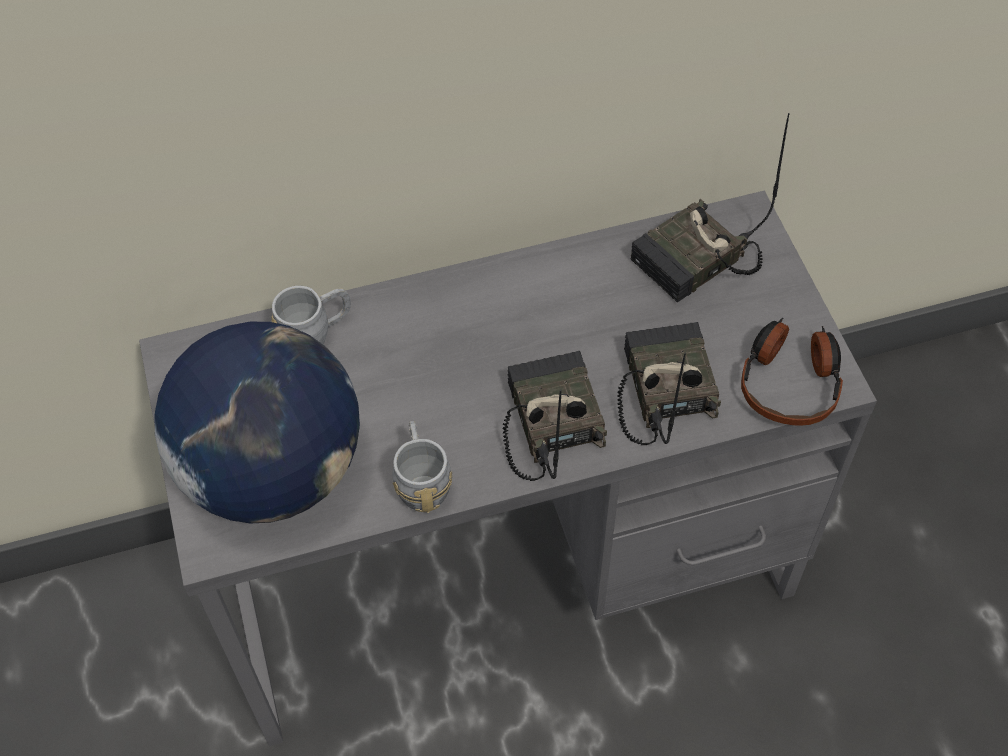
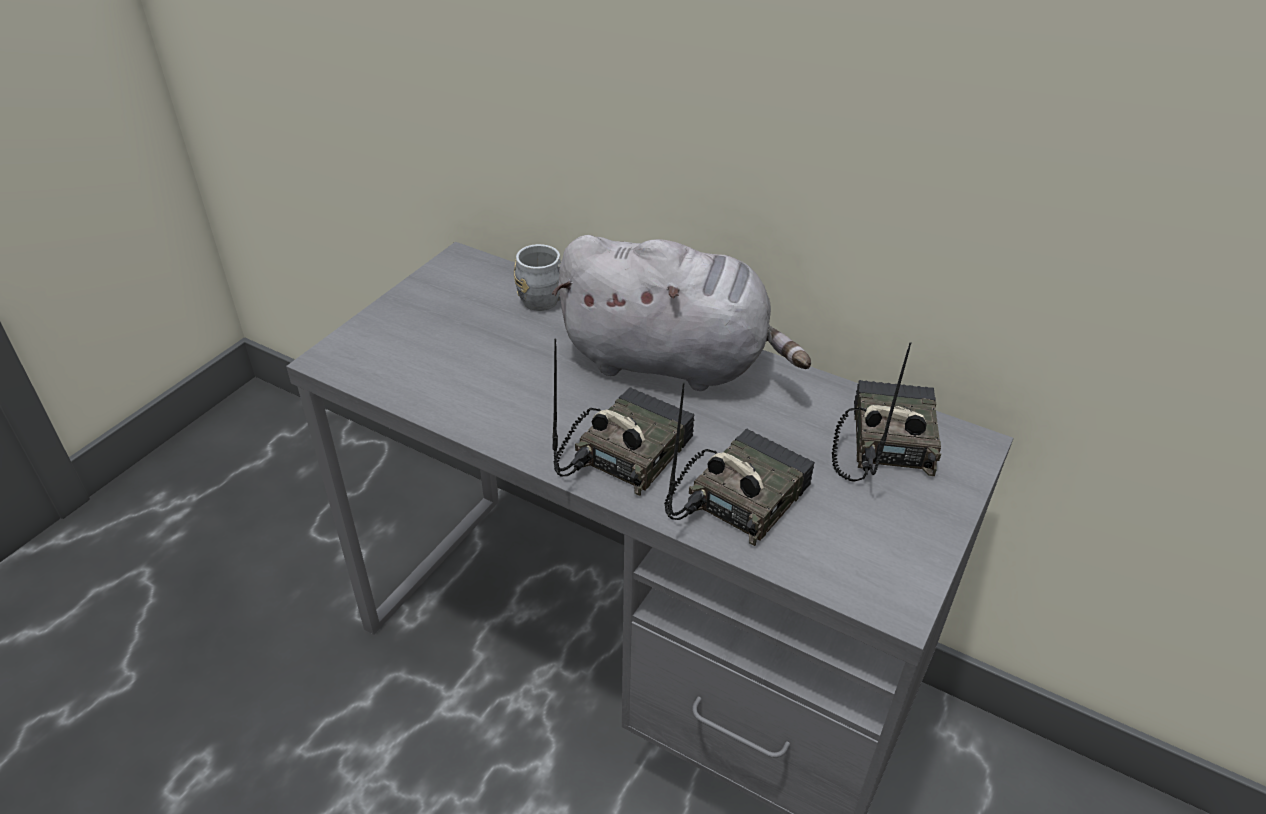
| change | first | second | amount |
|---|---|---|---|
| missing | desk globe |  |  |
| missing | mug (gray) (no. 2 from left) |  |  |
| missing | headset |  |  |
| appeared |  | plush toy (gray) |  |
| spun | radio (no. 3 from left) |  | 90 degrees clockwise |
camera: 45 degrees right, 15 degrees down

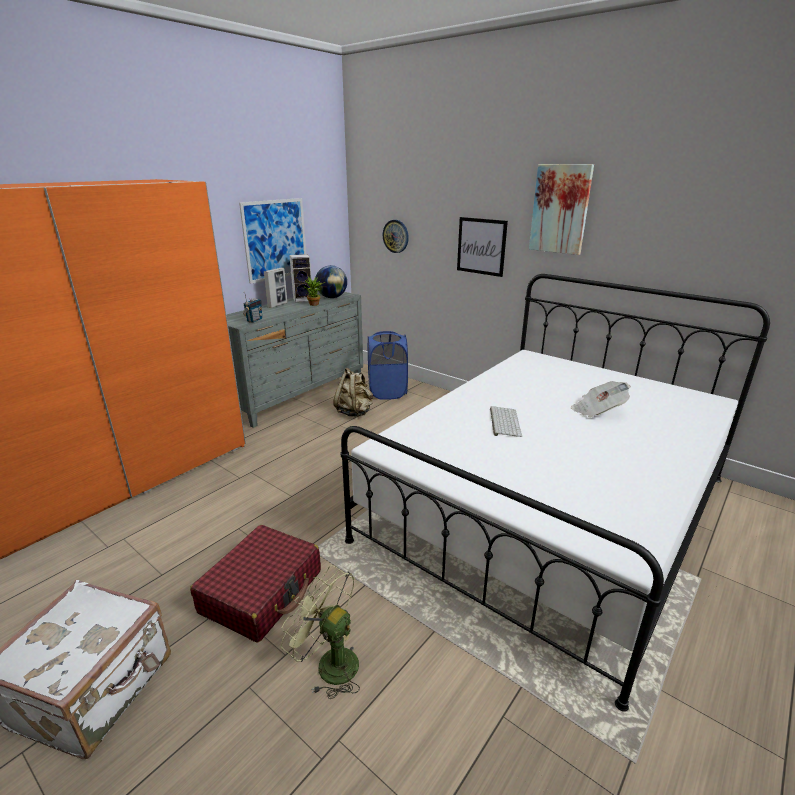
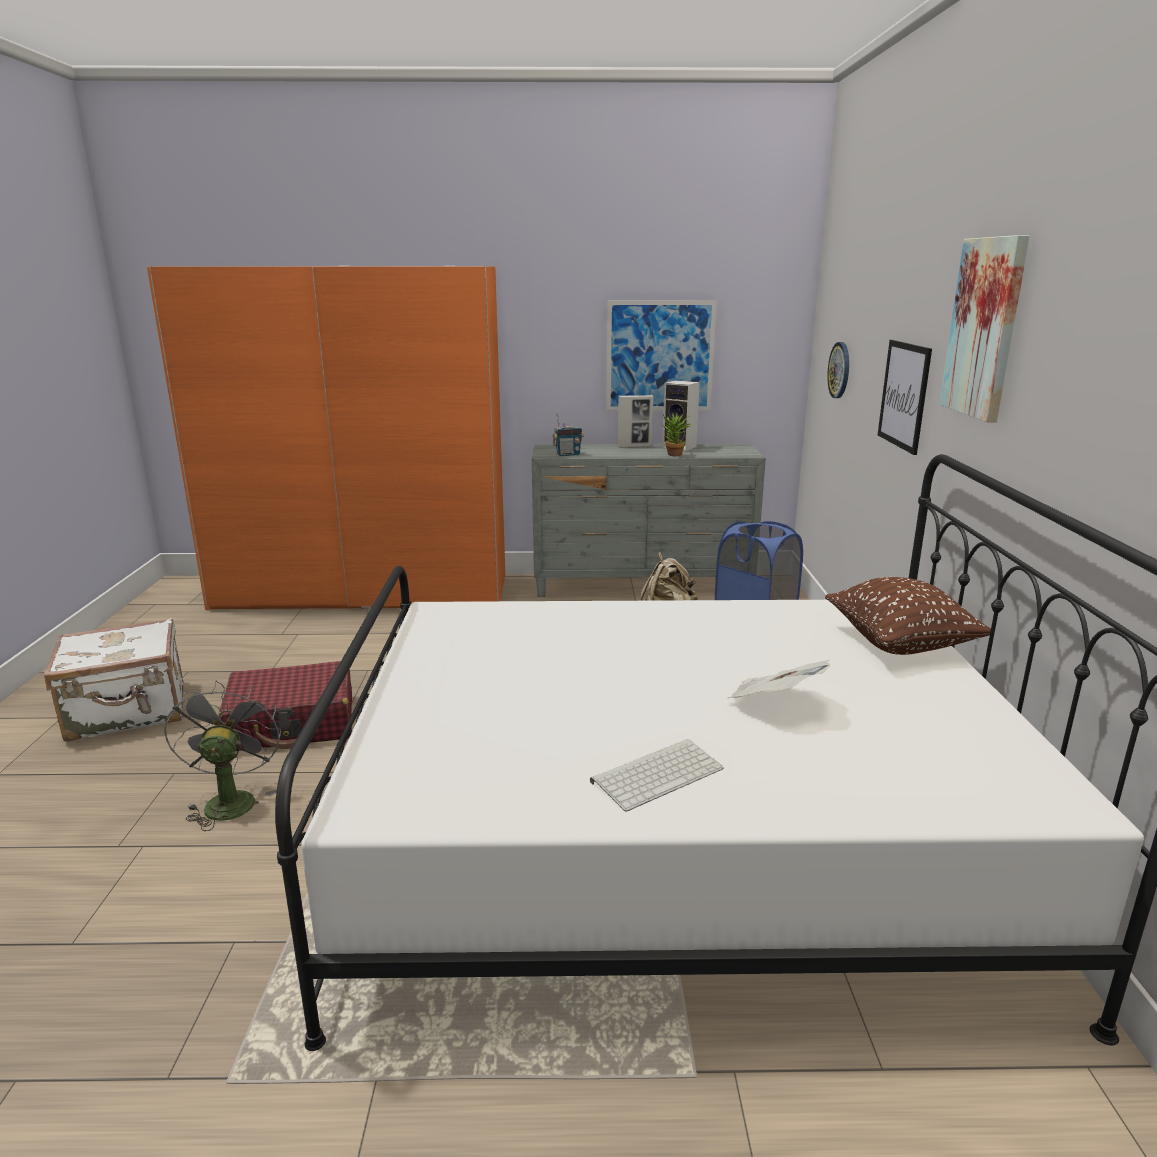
| change | first | second | amount |
|---|---|---|---|
| missing | desk globe |  |  |
| appeared |  | cushion (brownish) |  |
| relocated | computer keyboard |  |  |
| colour | electric fan (green) | electric fan (gray) |  |
camera: 50 degrees right, 5 degrees down

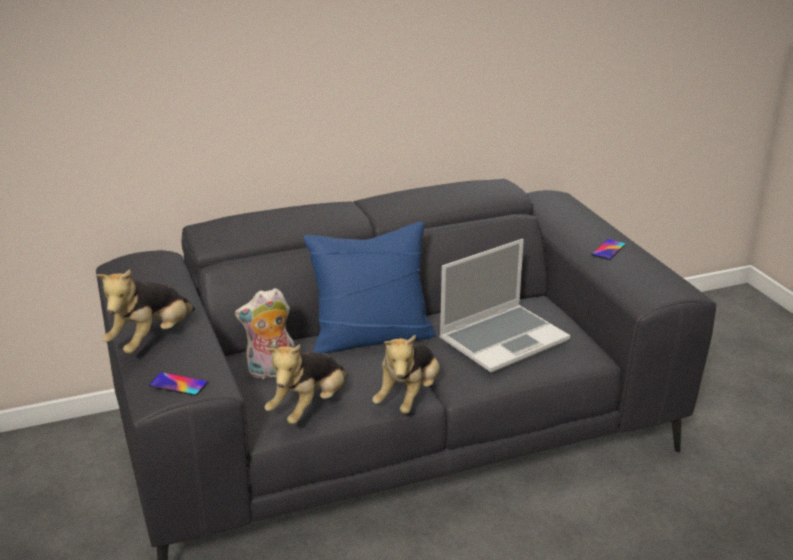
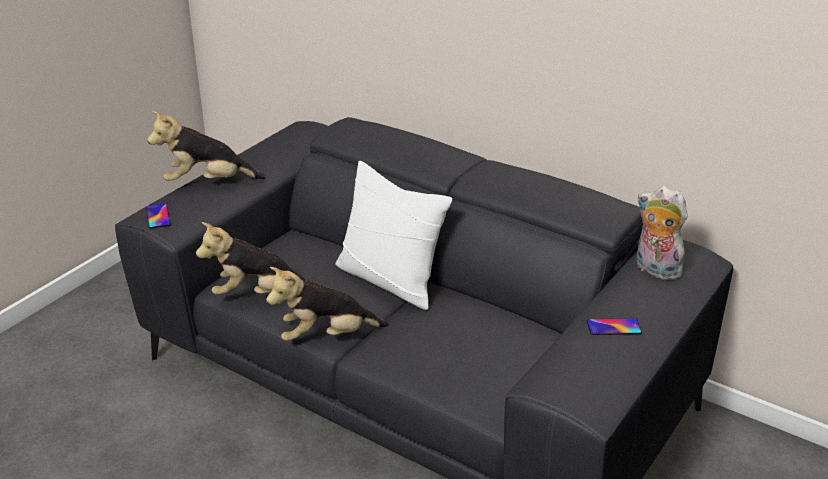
| change | first | second | amount |
|---|---|---|---|
| missing | notebook computer |  |  |
| relocated | plush toy (no. 2 from left in the first image) | plush toy (no. 4 from left) |  |
| colour | cushion (bluish) | cushion (whitish) |  |
camera: 55 degrees right, 5 degrees up

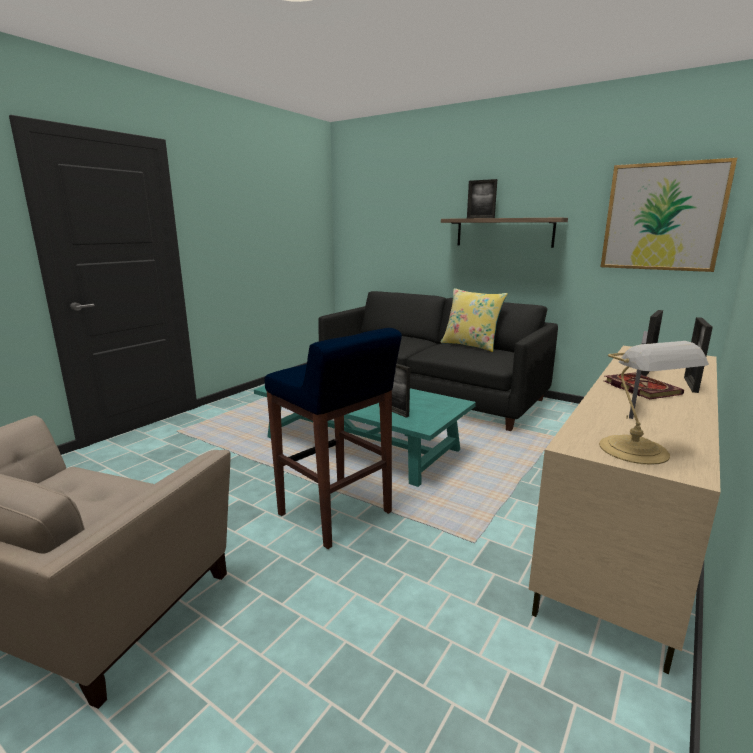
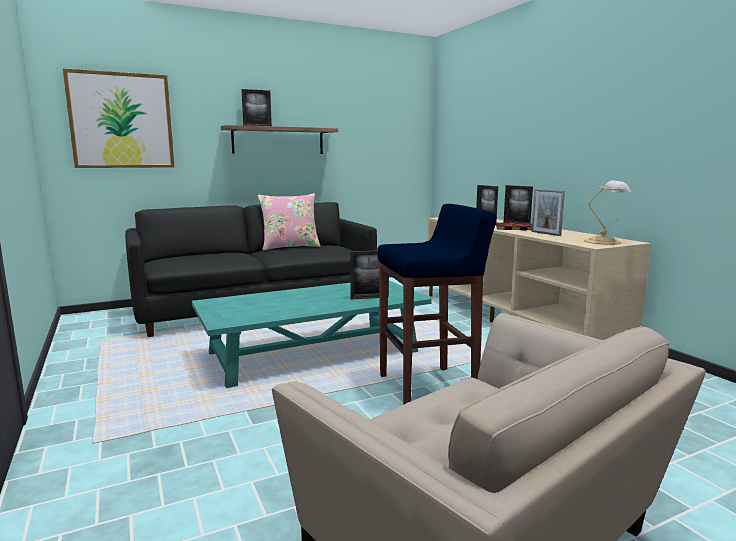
| change | first | second | amount |
|---|---|---|---|
| relocated | picture |  |  |
| colour | cushion (yellowish) | cushion (pink-coloured) |  |
camera: 60 degrees left, 5 degrees down

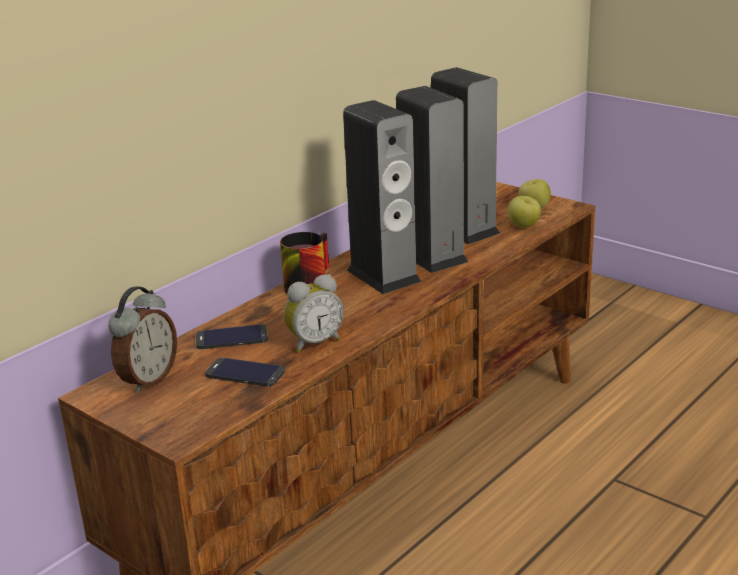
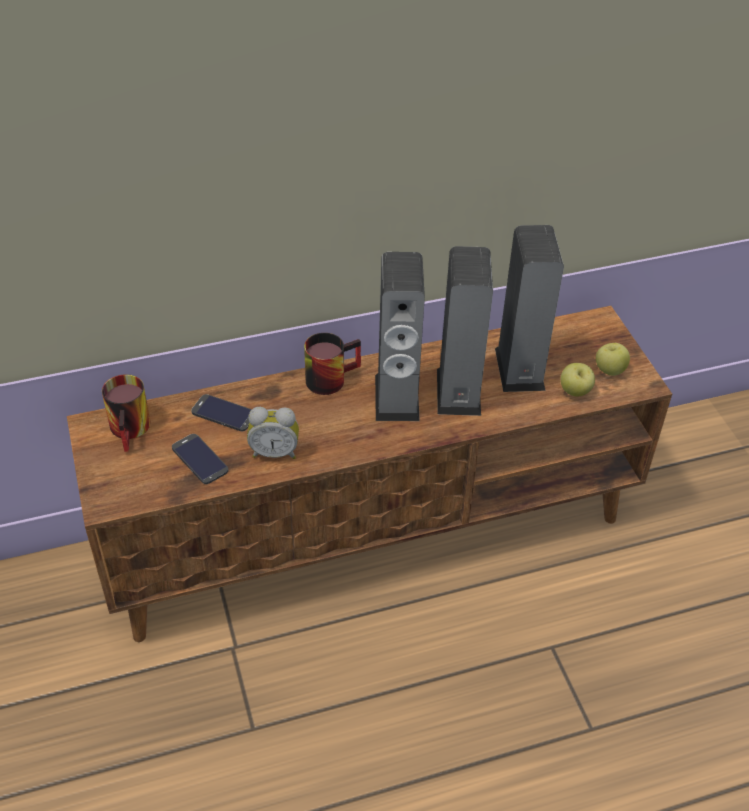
| change | first | second | amount |
|---|---|---|---|
| exchanged | table clock (no. 1 from left) | mug (no. 1 from left) |  |
camera: 30 degrees right, 20 degrees up

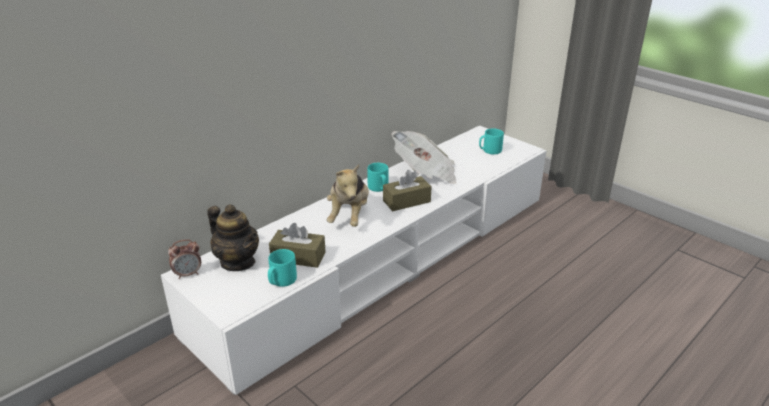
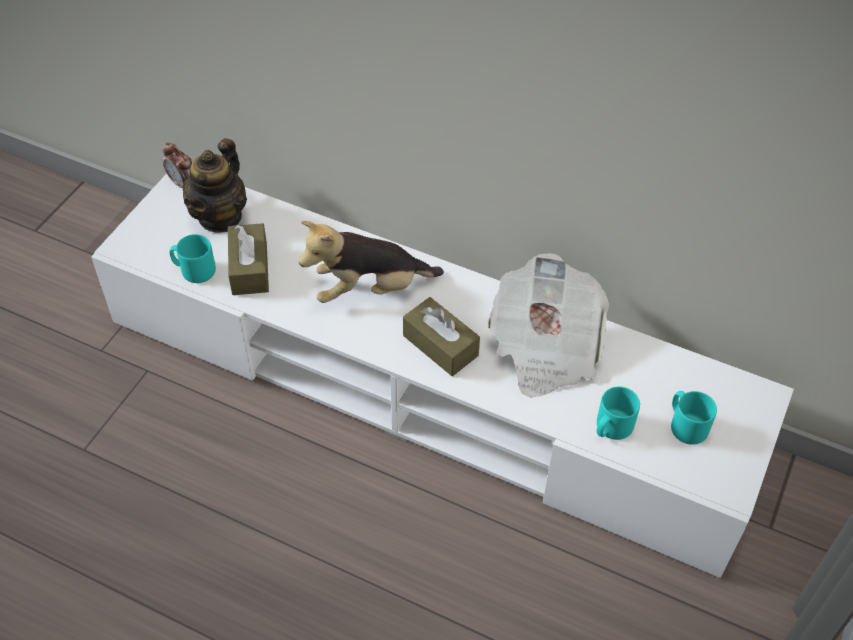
| change | first | second | amount |
|---|---|---|---|
| relocated | mug (turquoise) (no. 2 from left) |  |  |
camera: 70 degrees right, 20 degrees up

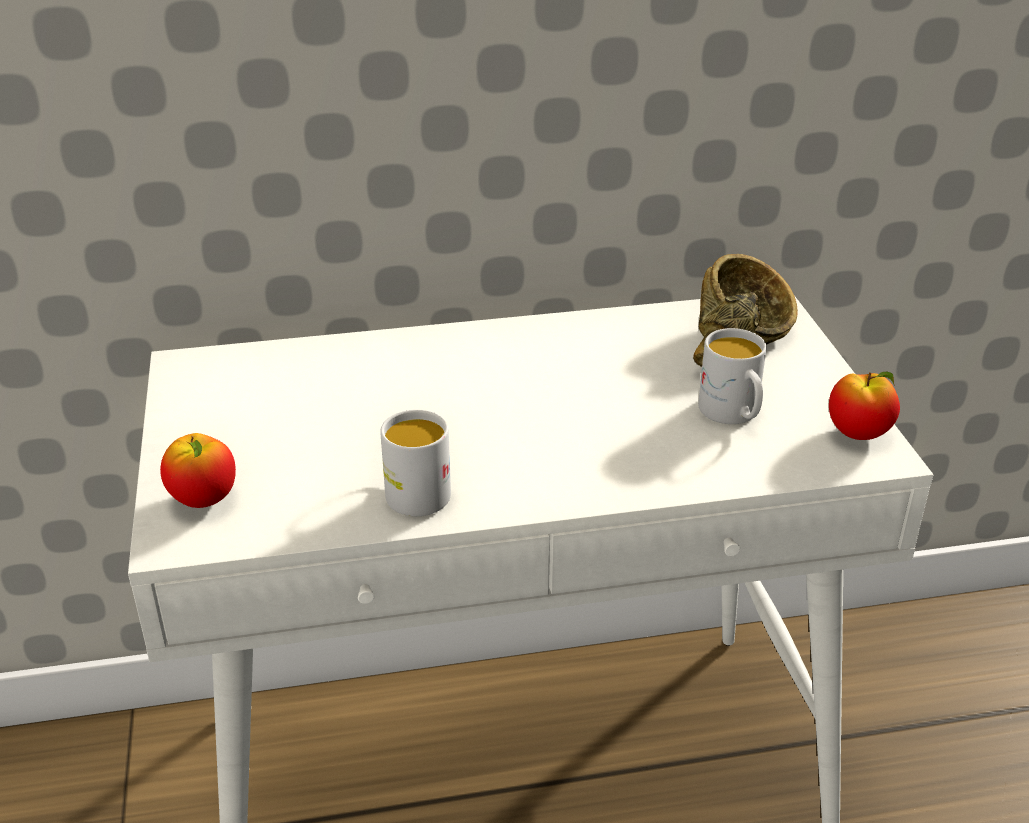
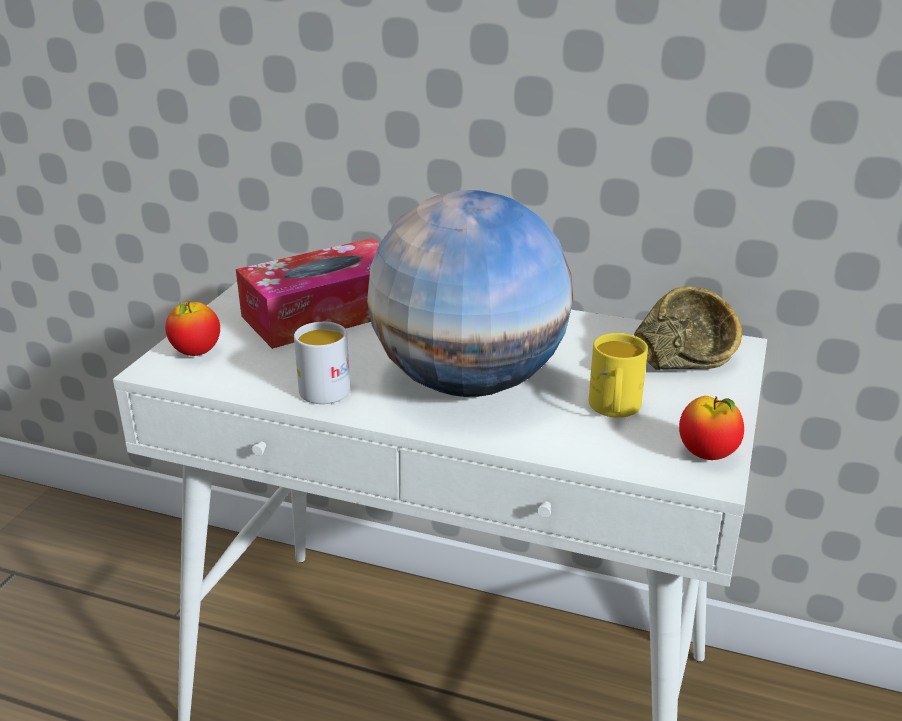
| change | first | second | amount |
|---|---|---|---|
| appeared |  | tissue holder |  |
| appeared |  | desk globe |  |
| colour | mug (whitish) (no. 2 from left) | mug (yellowish) |  |
camera: 30 degrees right, 5 degrees down

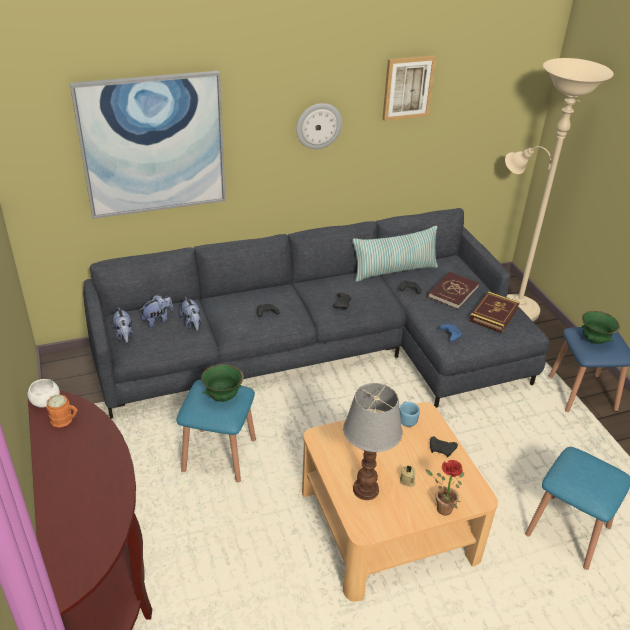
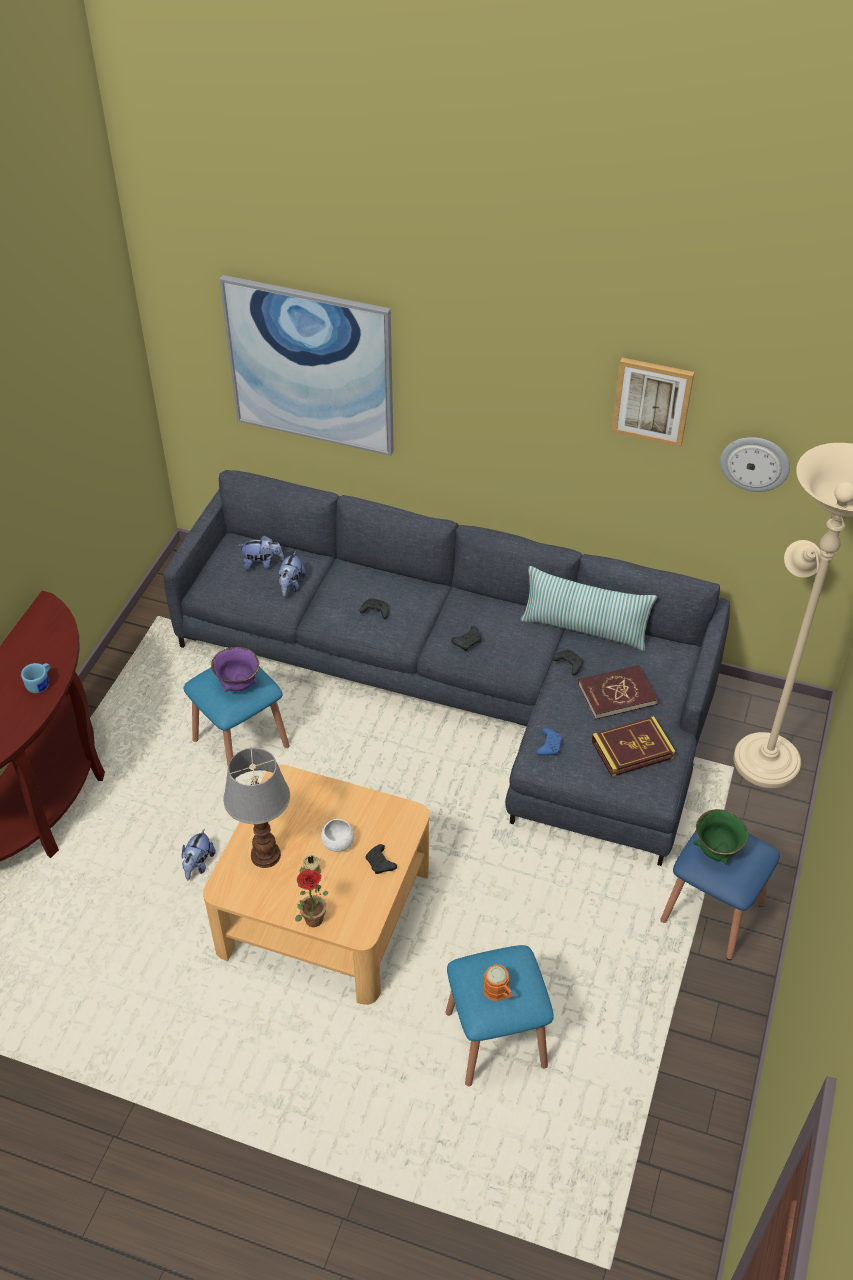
| change | first | second | amount |
|---|---|---|---|
| relocated | deep dish (whitish) |  |  |
| relocated | mug (orange-coloured) |  |  |
| relocated | plush toy (no. 1 from left) |  |  |
| relocated | clock on the wall |  |  |
| relocated | mug (bluish) |  |  |
| colour | deep dish (green) (no. 1 from left) | deep dish (purplish) |  |
camera: 40 degrees right, 10 degrees up

